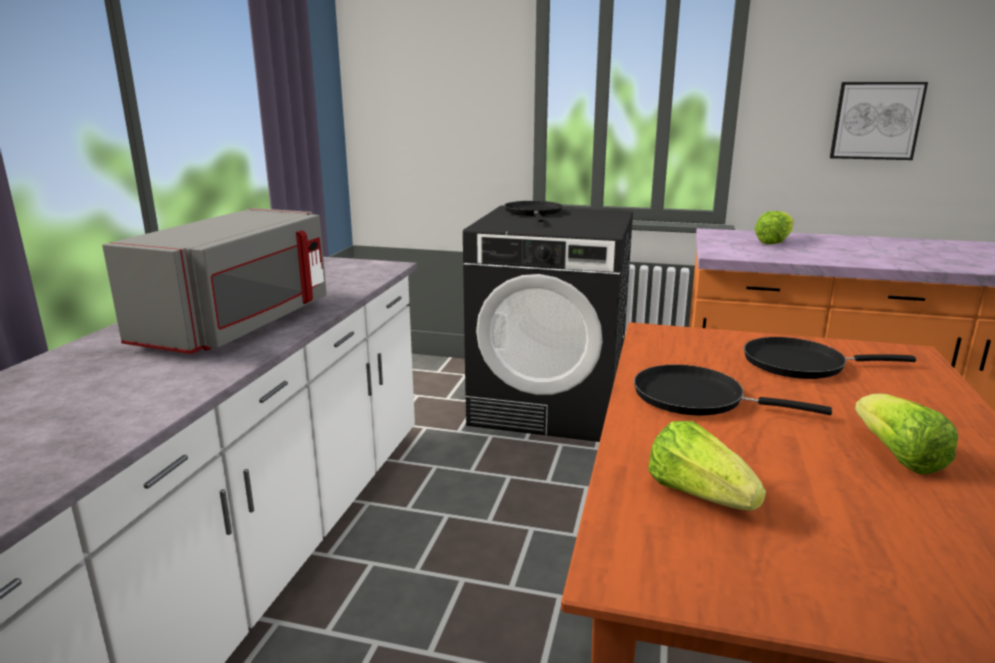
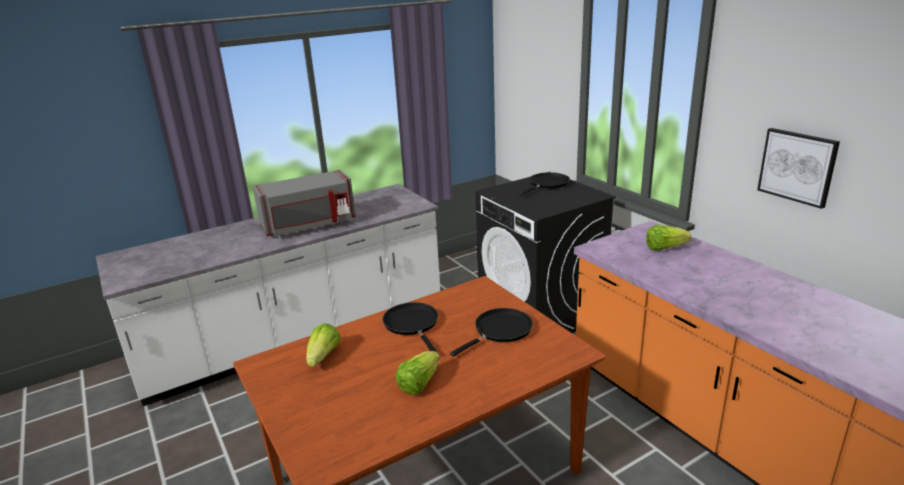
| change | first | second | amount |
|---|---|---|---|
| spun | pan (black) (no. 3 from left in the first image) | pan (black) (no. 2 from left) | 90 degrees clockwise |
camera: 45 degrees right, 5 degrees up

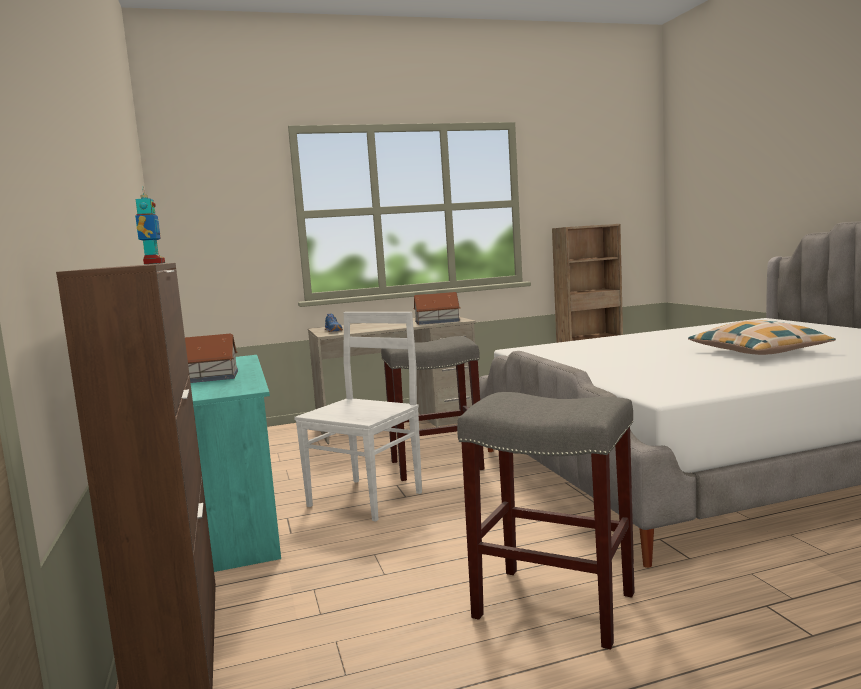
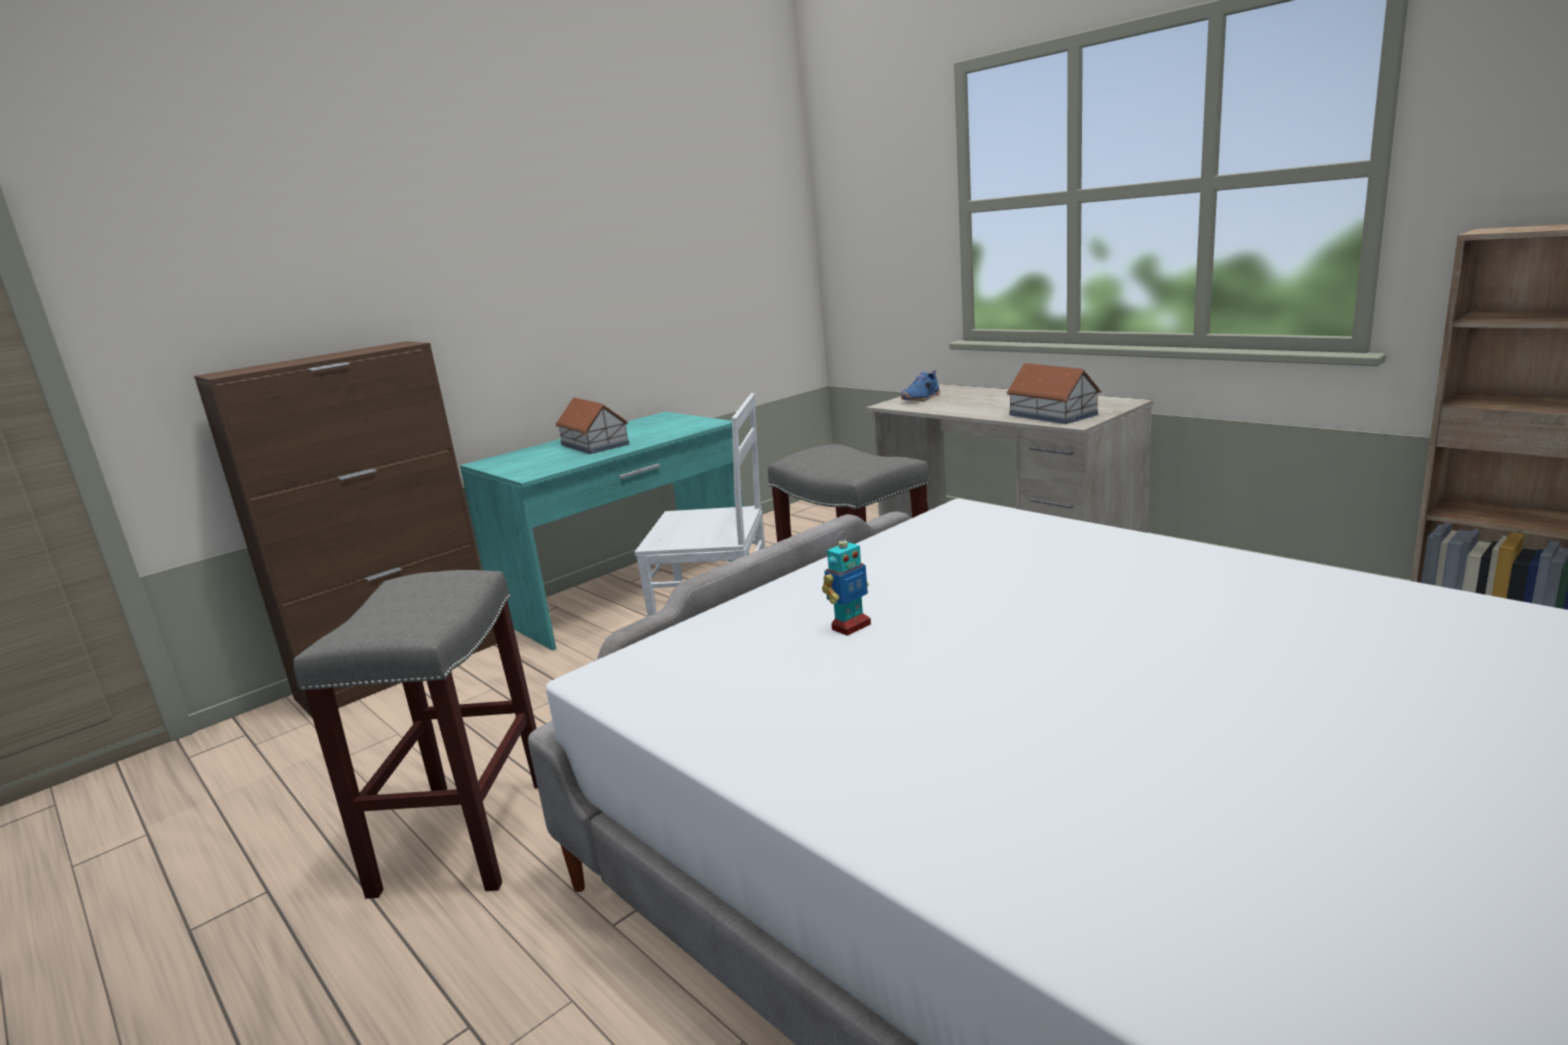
| change | first | second | amount |
|---|---|---|---|
| missing | cushion |  |  |
| relocated | model robot |  |  |
camera: 65 degrees right, 10 degrees up

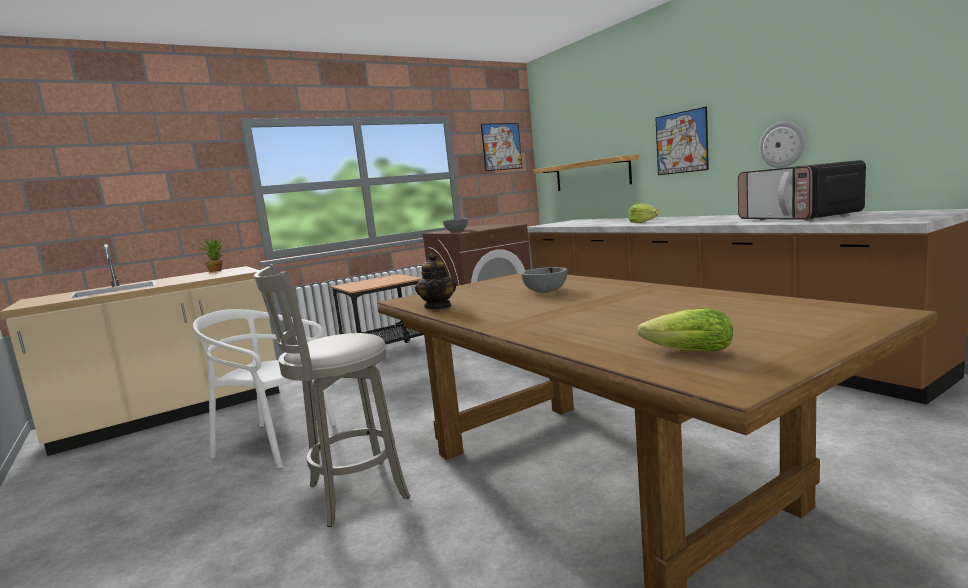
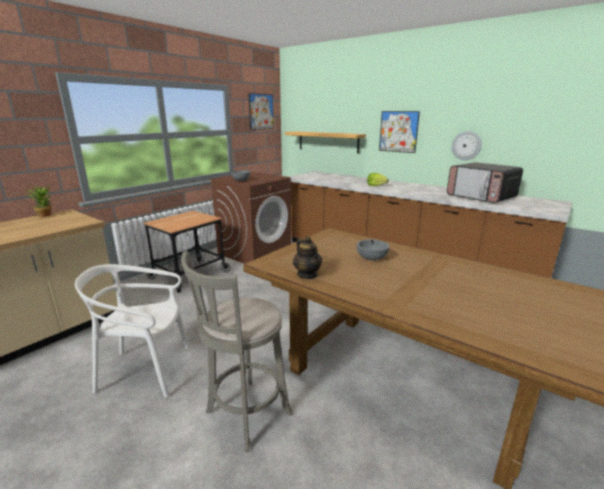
| change | first | second | amount |
|---|---|---|---|
| missing | head of lettuce (no. 2 from left) |  |  |
camera: 20 degrees left, 10 degrees up

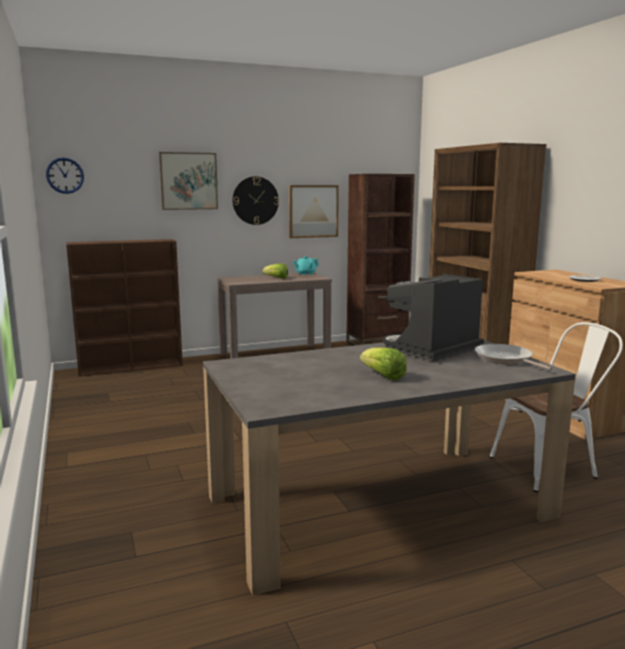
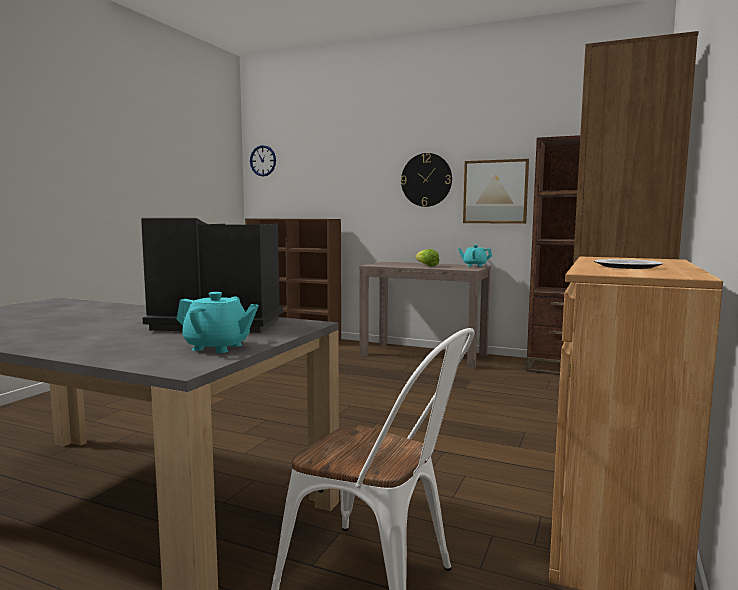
| change | first | second | amount |
|---|---|---|---|
| missing | picture (no. 1 from left) |  |  |
| missing | head of lettuce (no. 2 from left) |  |  |
| exchanged | pan | teapot (turquoise) (no. 1 from left) |  |
camera: 45 degrees right, 5 degrees down

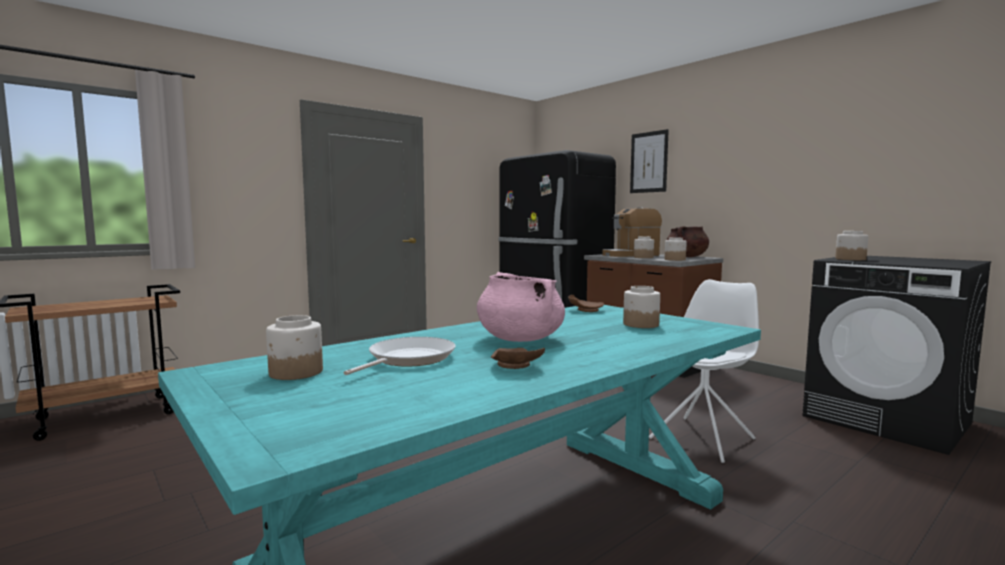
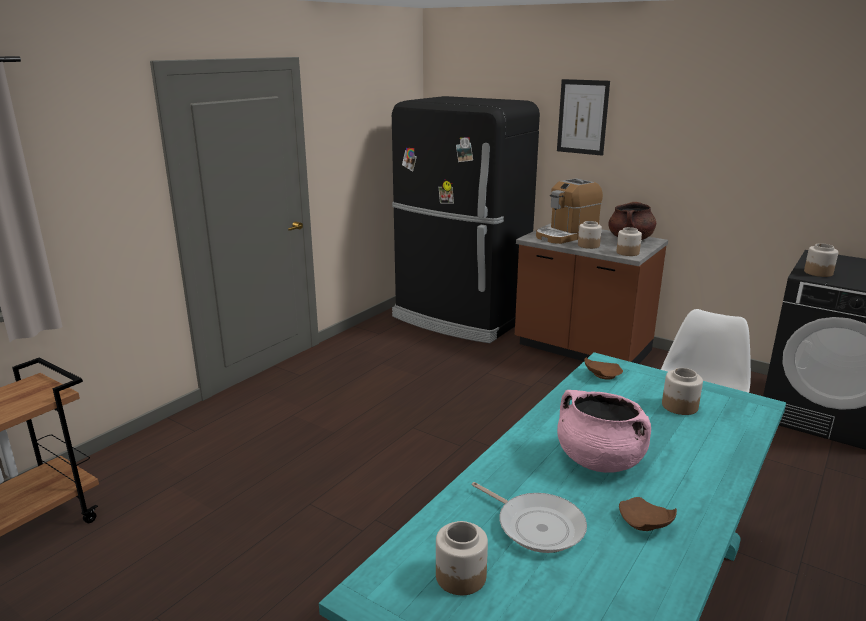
| change | first | second | amount |
|---|---|---|---|
| spun | pan |  | 120 degrees clockwise |
camera: 15 degrees left, 15 degrees up

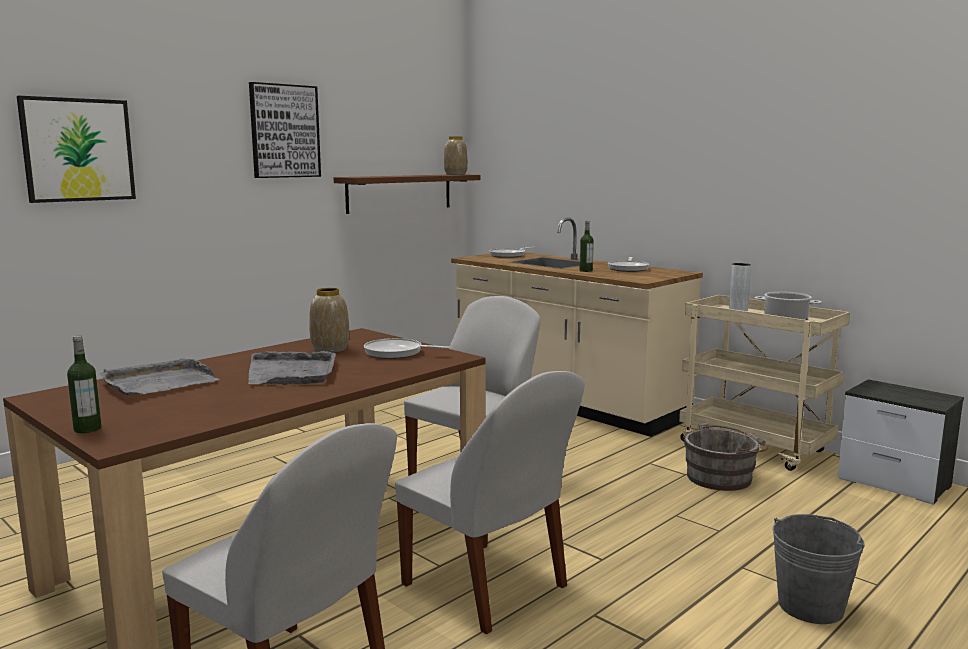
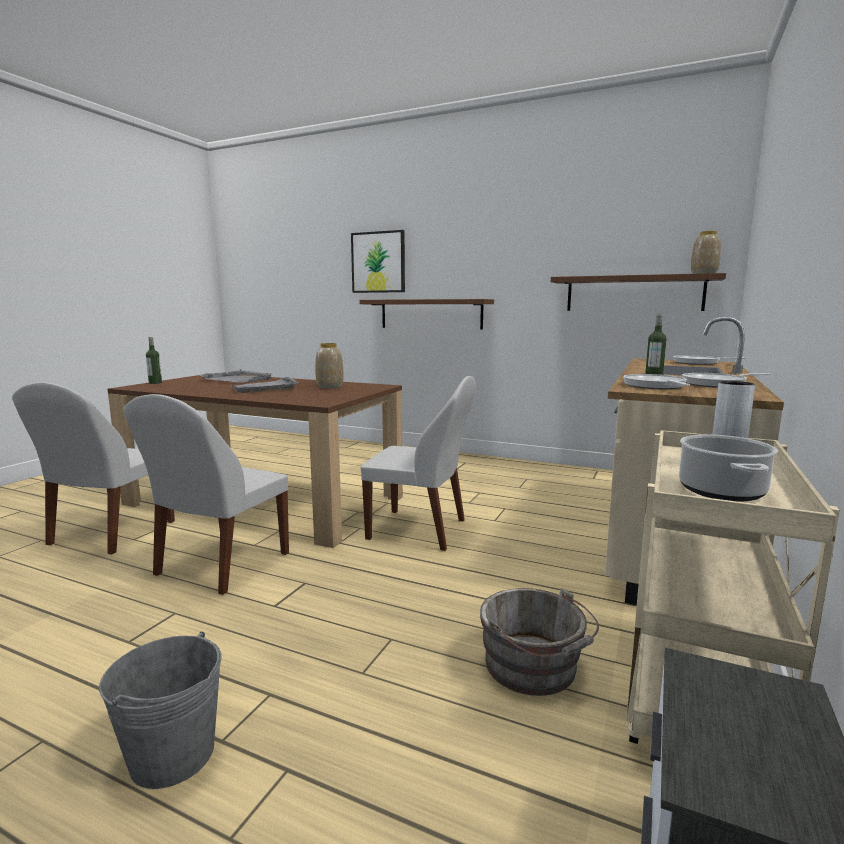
| change | first | second | amount |
|---|---|---|---|
| missing | picture (no. 2 from left) |  |  |
| appeared |  | shelf (brownish) (no. 1 from left) |  |
| relocated | pan (no. 1 from left) |  |  |
camera: 70 degrees right, 0 degrees up

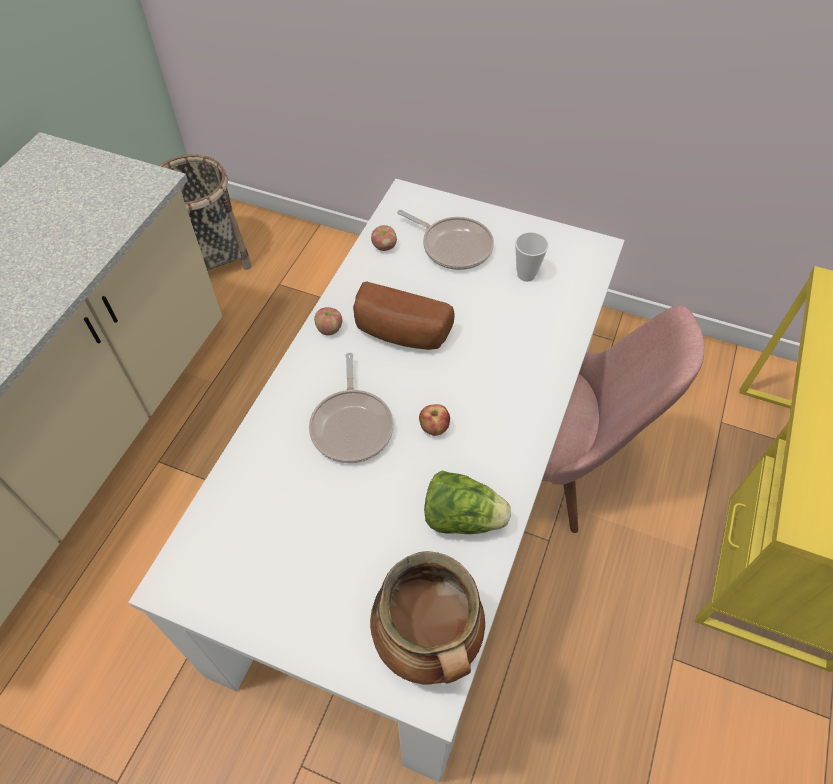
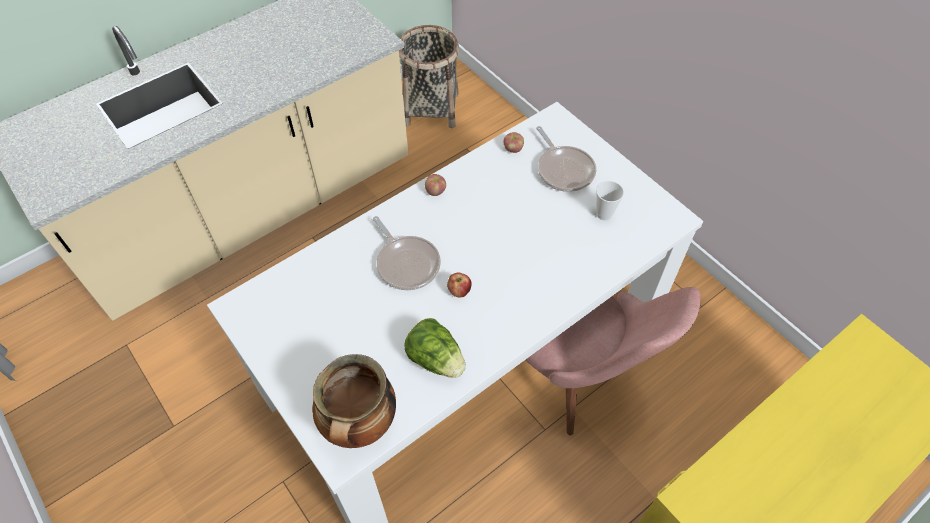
| change | first | second | amount |
|---|---|---|---|
| missing | bread |  |  |
| spun | pan (no. 1 from left) |  | 60 degrees counterclockwise |
camera: 30 degrees right, 0 degrees up

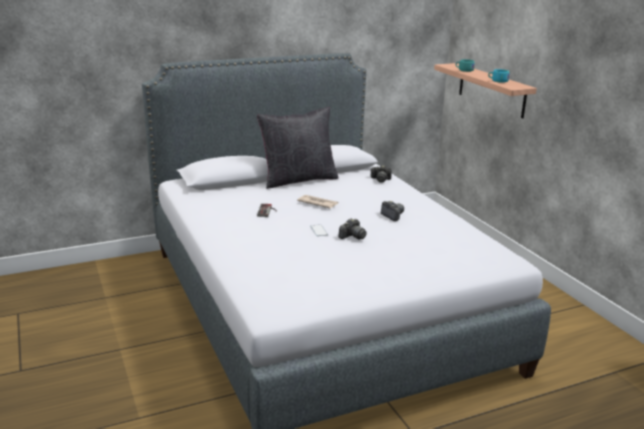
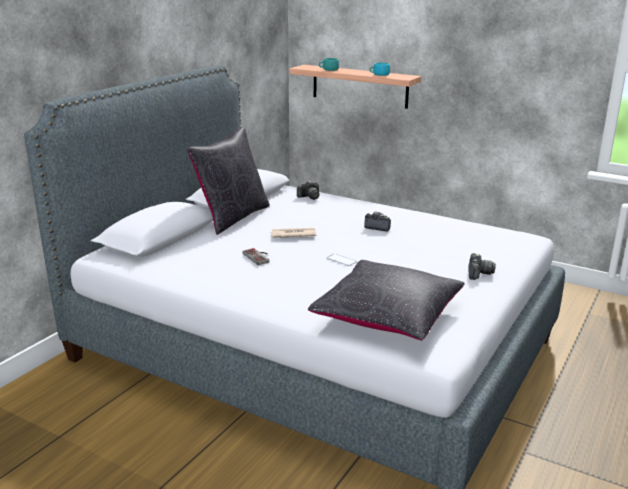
| change | first | second | amount |
|---|---|---|---|
| appeared |  | cushion (black) (no. 2 from left) |  |
| relocated | still camera (no. 1 from left in the first image) | still camera (no. 3 from left) |  |
camera: 35 degrees left, 0 degrees up

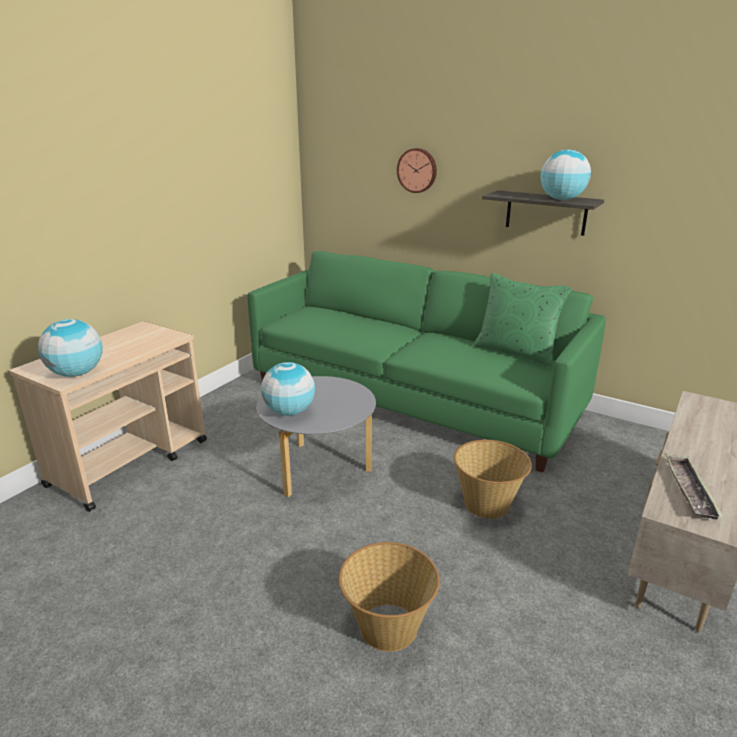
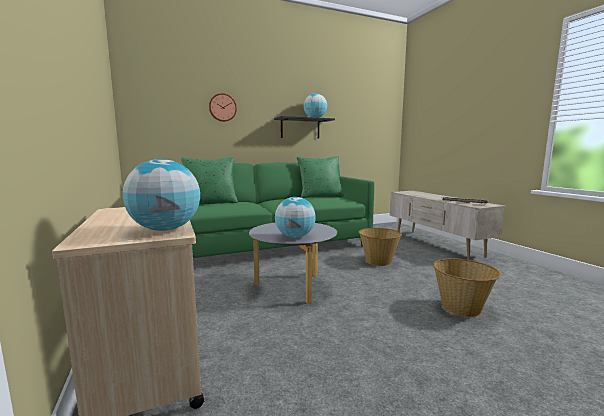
| change | first | second | amount |
|---|---|---|---|
| appeared |  | cushion (green) (no. 1 from left) |  |
camera: 55 degrees left, 15 degrees down

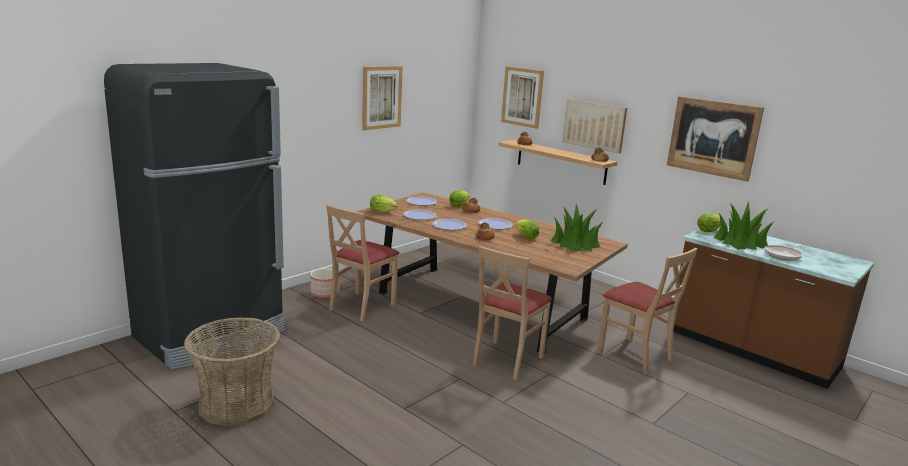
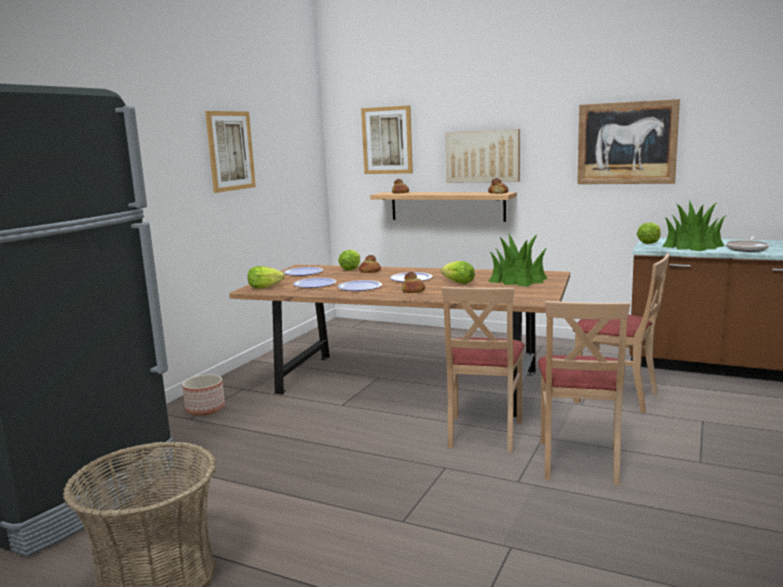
| change | first | second | amount |
|---|---|---|---|
| relocated | plain chair (beige-coloured) (no. 1 from left in the first image) | plain chair (beige-coloured) (no. 2 from left) |  |
camera: 15 degrees left, 5 degrees down

